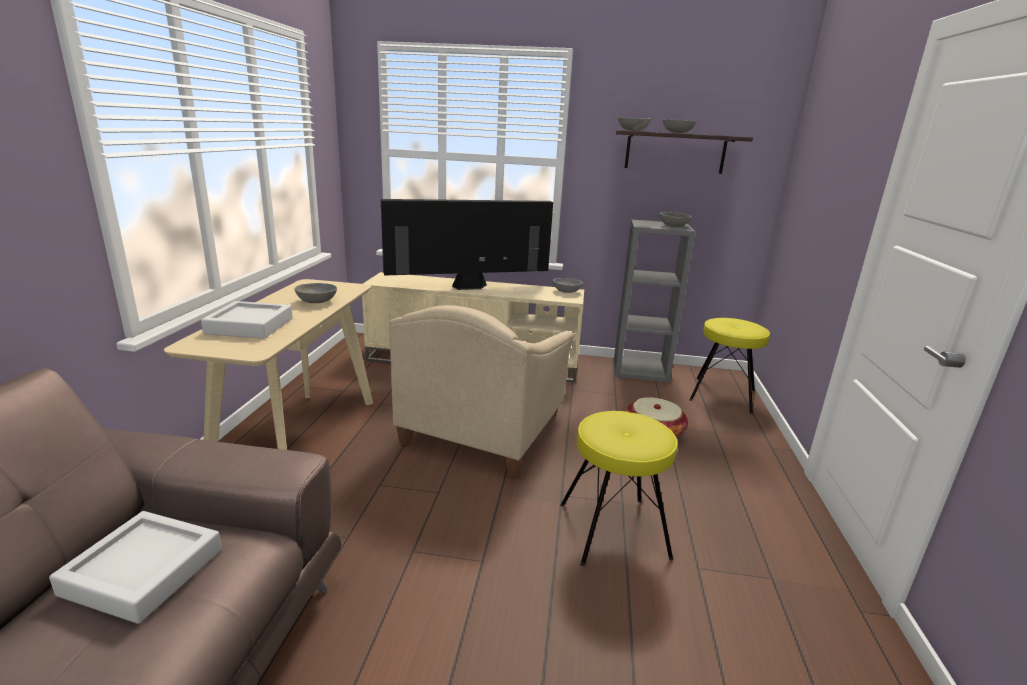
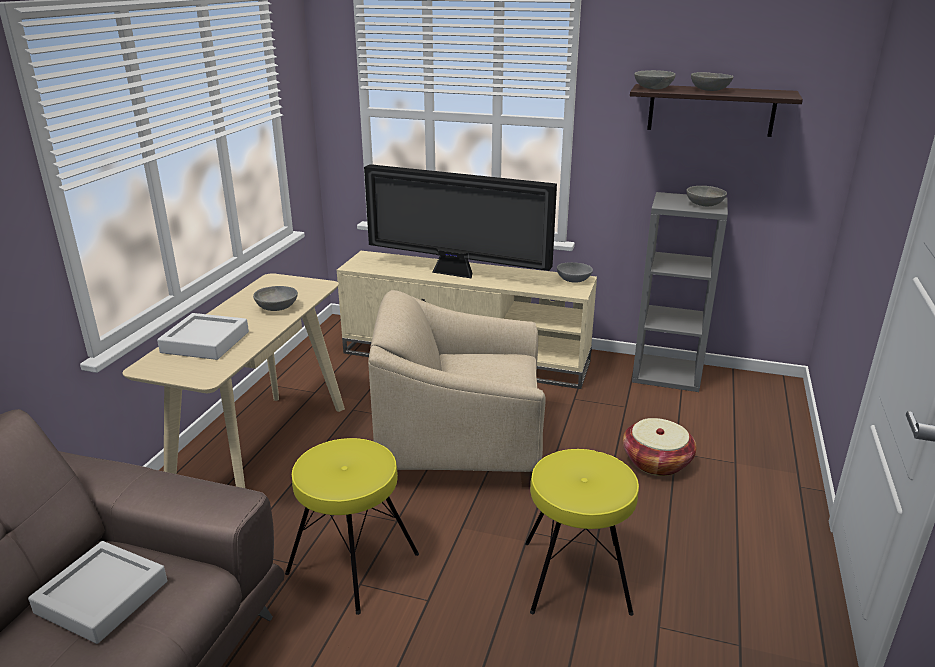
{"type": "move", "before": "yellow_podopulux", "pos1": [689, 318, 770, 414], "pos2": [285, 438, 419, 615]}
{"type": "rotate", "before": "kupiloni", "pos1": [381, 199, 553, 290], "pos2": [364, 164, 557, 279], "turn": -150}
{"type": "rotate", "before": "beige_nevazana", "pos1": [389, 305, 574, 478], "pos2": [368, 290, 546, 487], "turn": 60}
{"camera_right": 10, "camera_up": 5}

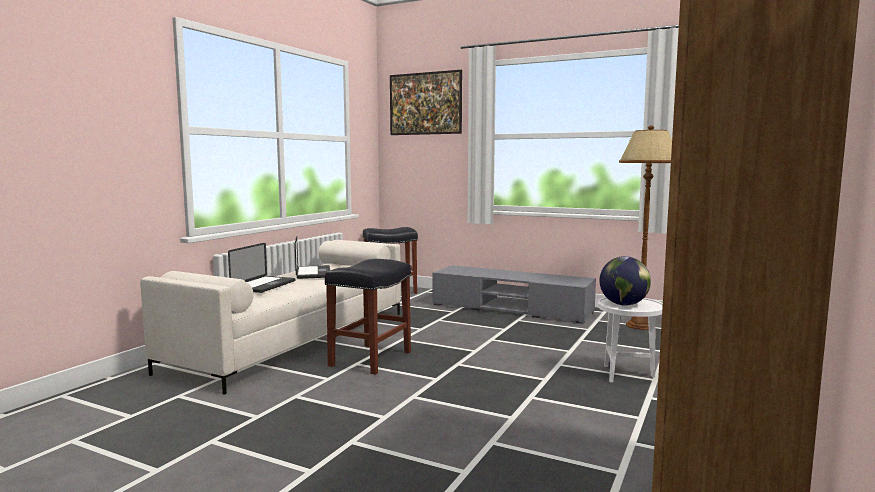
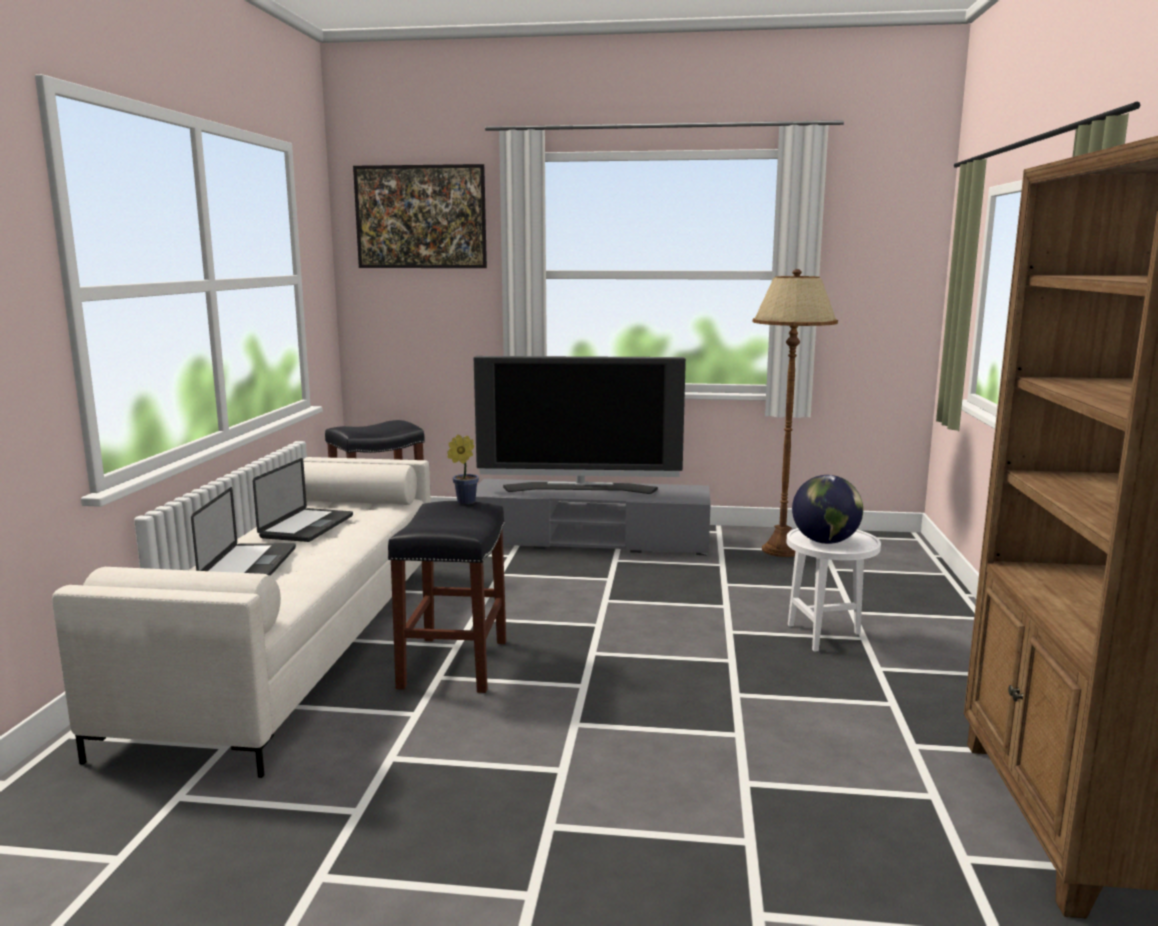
{"type": "rotate", "before": "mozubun", "pos1": [295, 236, 330, 279], "pos2": [253, 458, 353, 542], "turn": 45}
{"type": "insert", "after": "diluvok", "pos2": [447, 435, 479, 505]}
{"type": "insert", "after": "kupiloni", "pos2": [474, 356, 686, 494]}
{"camera_right": -20, "camera_up": 5}

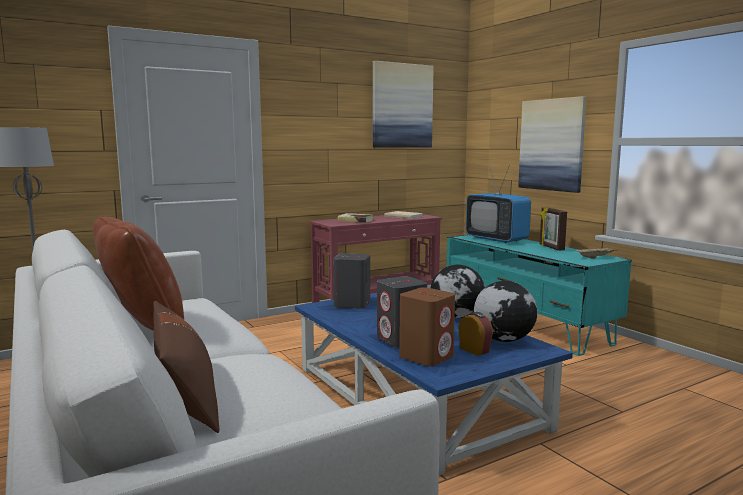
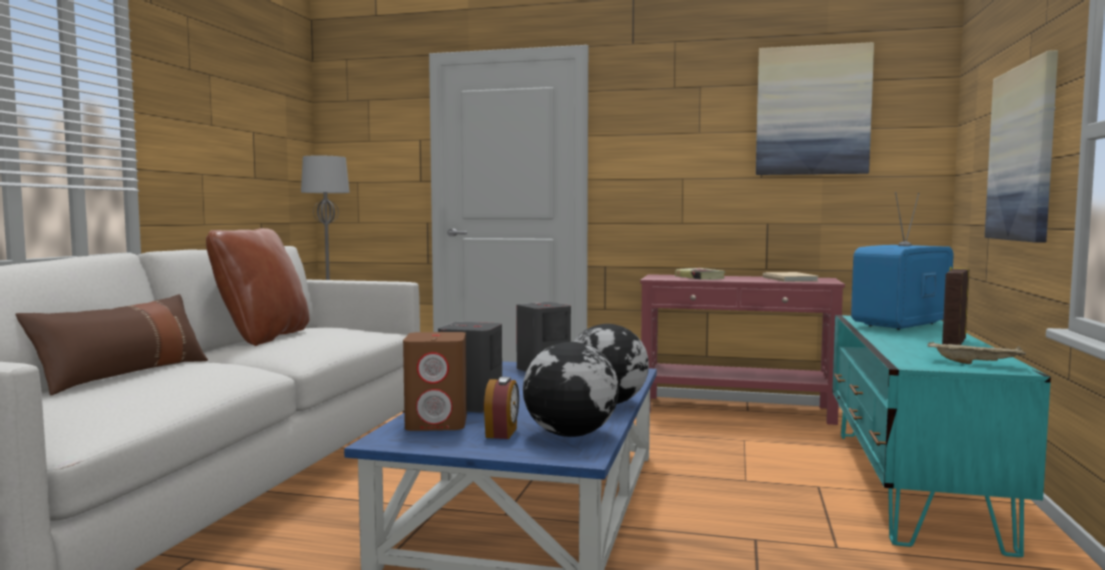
{"type": "rotate", "before": "kupiloni", "pos1": [466, 164, 531, 243], "pos2": [851, 192, 954, 330], "turn": 45}
{"camera_right": 45, "camera_up": -5}

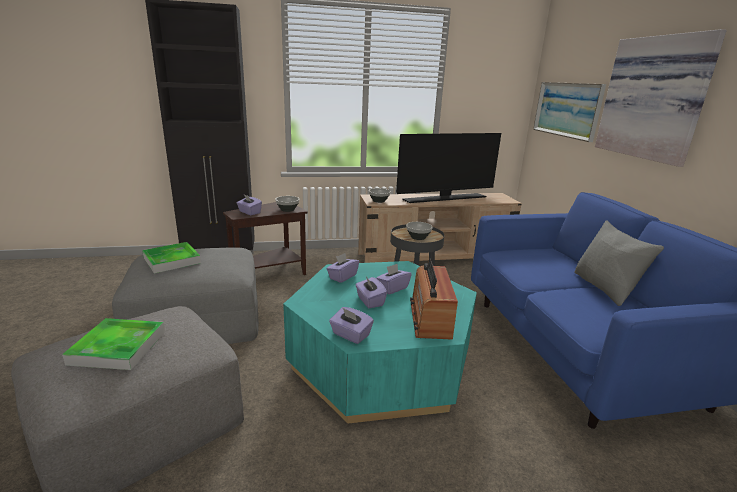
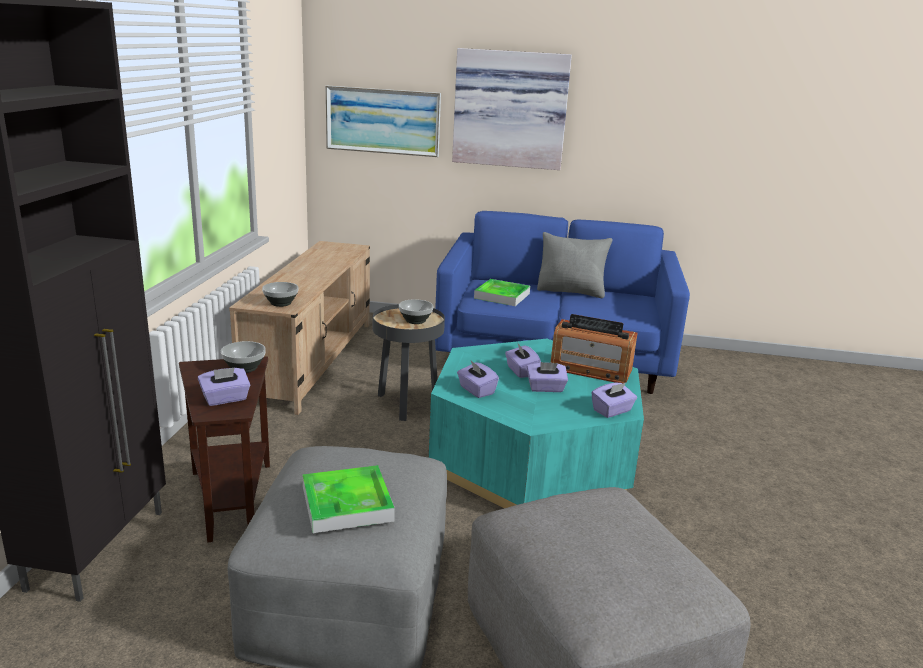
{"type": "move", "before": "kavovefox", "pos1": [62, 318, 165, 370], "pos2": [474, 279, 530, 306]}
{"type": "delete", "before": "kupiloni", "pos1": [396, 133, 501, 203]}
{"camera_right": -70, "camera_up": 0}

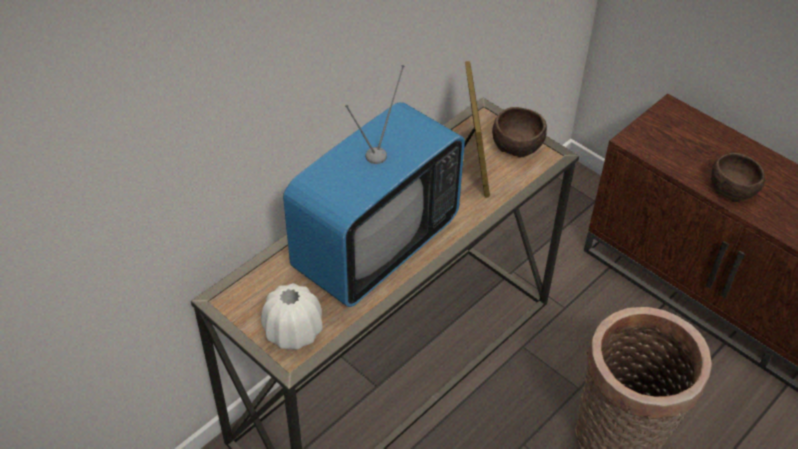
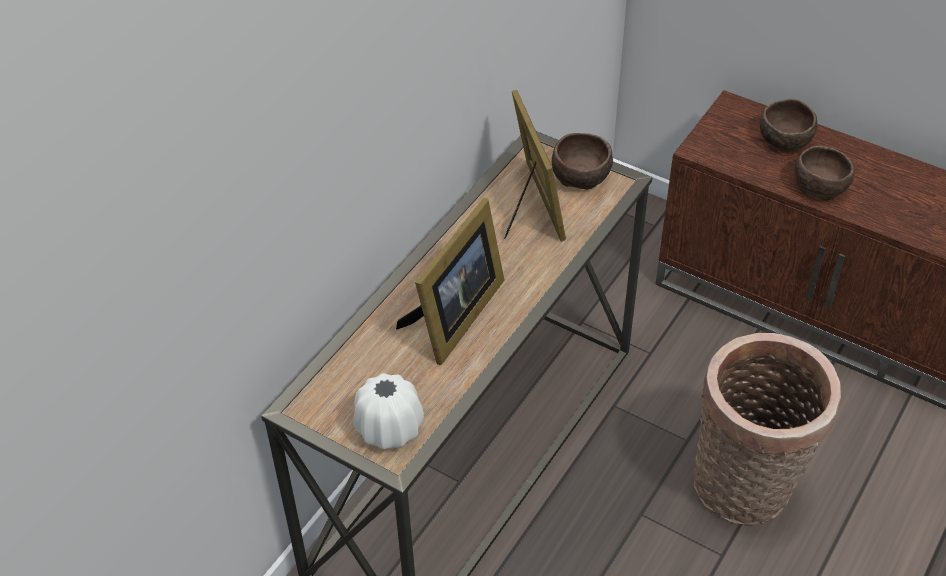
{"type": "replace", "before": "kupiloni", "after": "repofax", "pos1": [283, 65, 465, 307], "pos2": [396, 198, 504, 365]}
{"type": "insert", "after": "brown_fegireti", "pos2": [760, 99, 817, 152]}
{"camera_right": -10, "camera_up": 0}

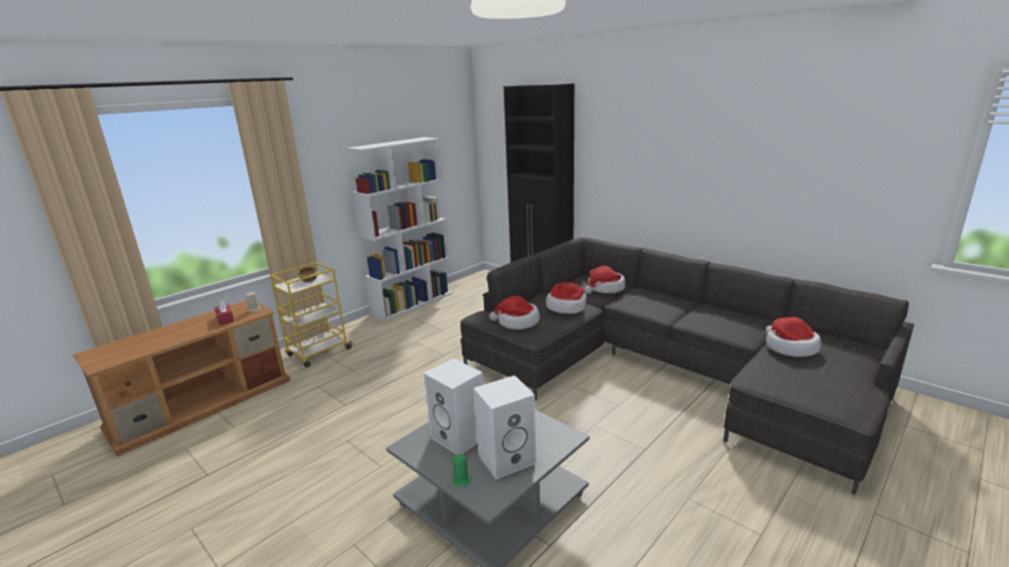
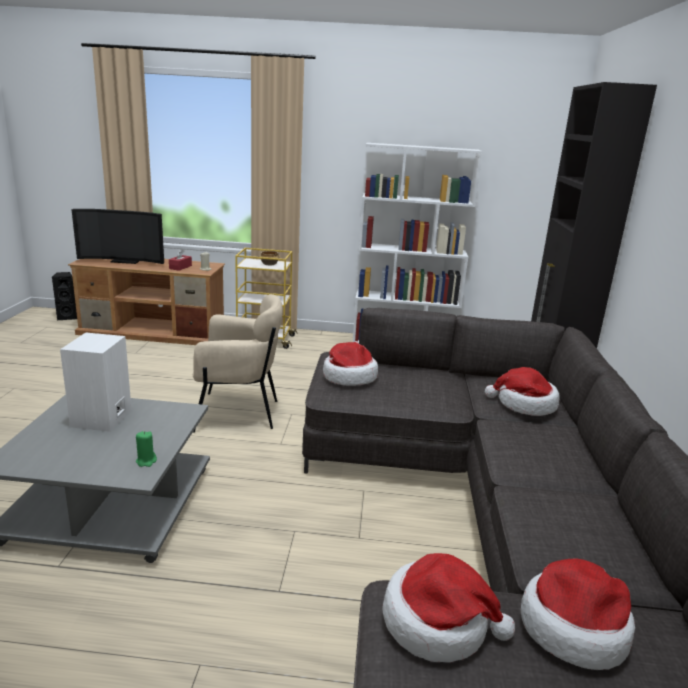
{"type": "insert", "after": "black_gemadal", "pos2": [52, 272, 77, 320]}
{"type": "insert", "after": "kupiloni", "pos2": [71, 209, 164, 264]}
{"type": "move", "before": "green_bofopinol", "pos1": [451, 454, 472, 486], "pos2": [136, 431, 157, 467]}
{"type": "insert", "after": "beige_nevazana", "pos2": [193, 294, 283, 433]}
{"type": "move", "before": "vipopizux", "pos1": [546, 282, 587, 314], "pos2": [383, 553, 515, 662]}
{"type": "delete", "before": "white_gemadal", "pos1": [473, 375, 537, 479]}
{"camera_right": 50, "camera_up": 0}

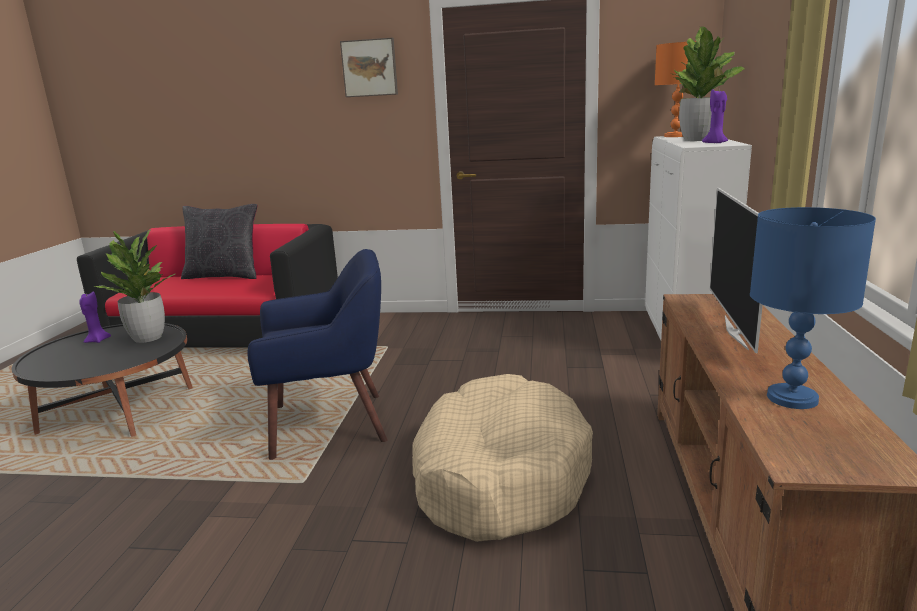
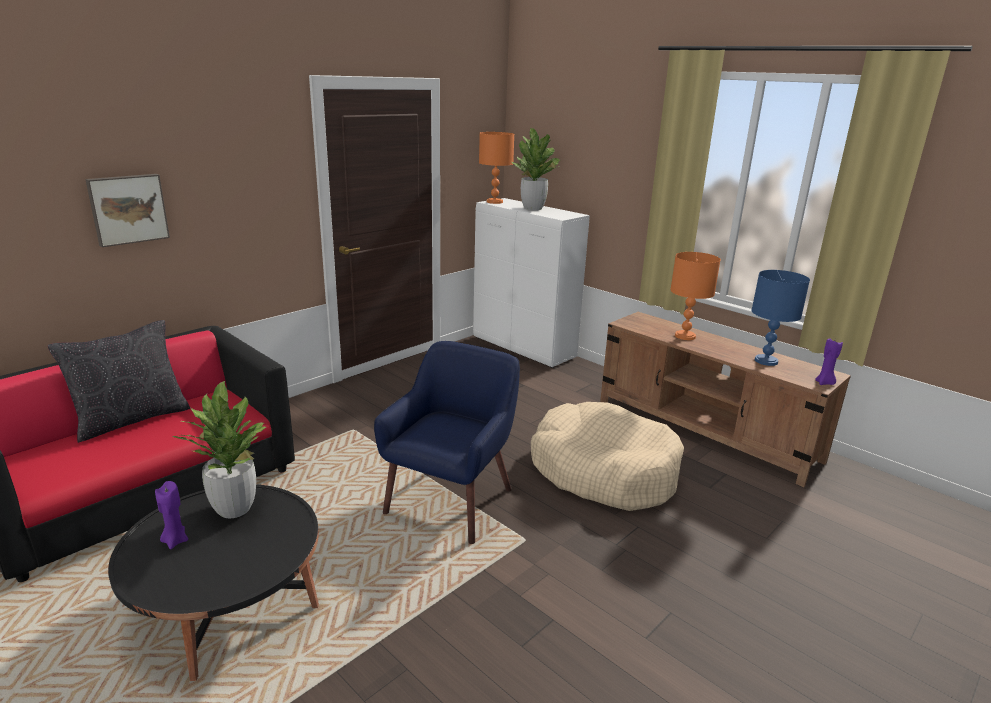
{"type": "move", "before": "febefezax", "pos1": [340, 38, 398, 97], "pos2": [85, 174, 170, 247]}
{"type": "replace", "before": "kupiloni", "after": "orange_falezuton", "pos1": [710, 188, 763, 353], "pos2": [670, 252, 721, 340]}
{"type": "move", "before": "purple_bofopinol", "pos1": [702, 88, 728, 143], "pos2": [816, 338, 843, 385]}
{"camera_right": -55, "camera_up": 5}

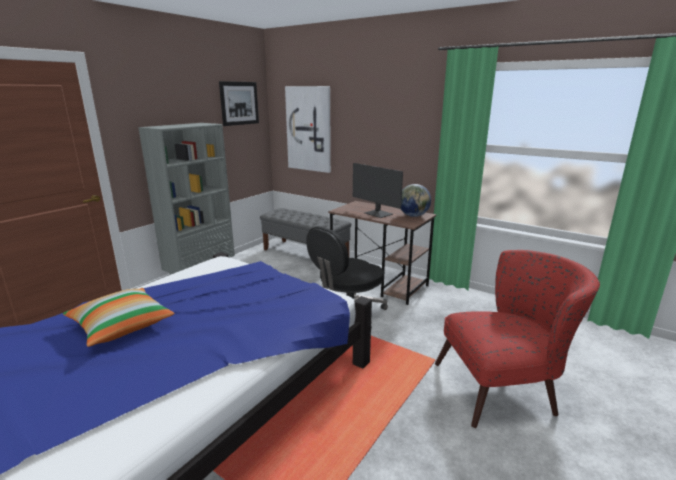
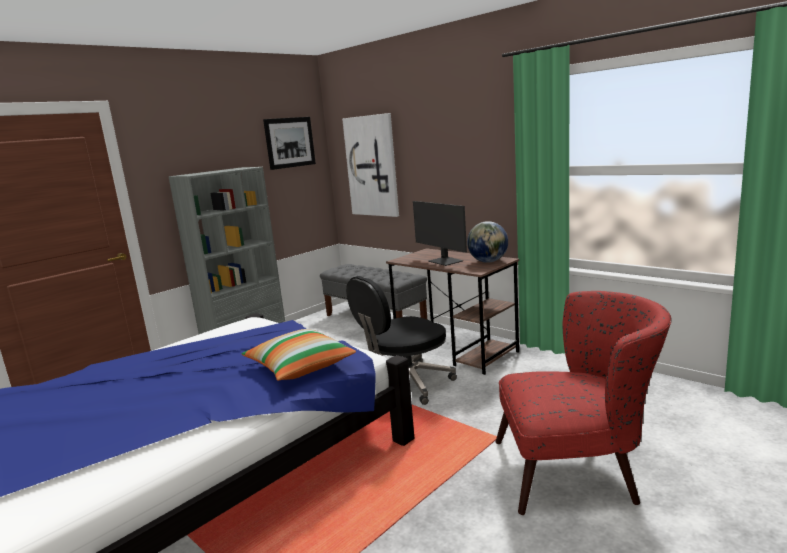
{"type": "move", "before": "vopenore", "pos1": [63, 288, 174, 347], "pos2": [241, 329, 356, 381]}
{"camera_right": 10, "camera_up": -5}

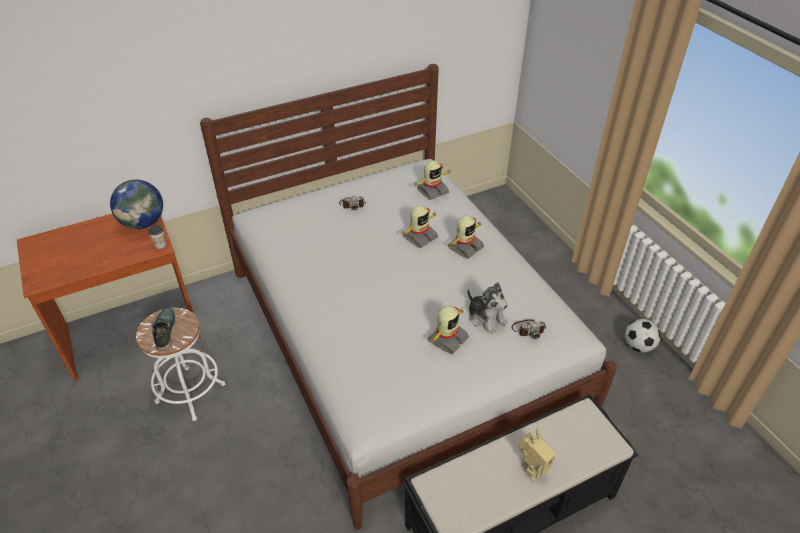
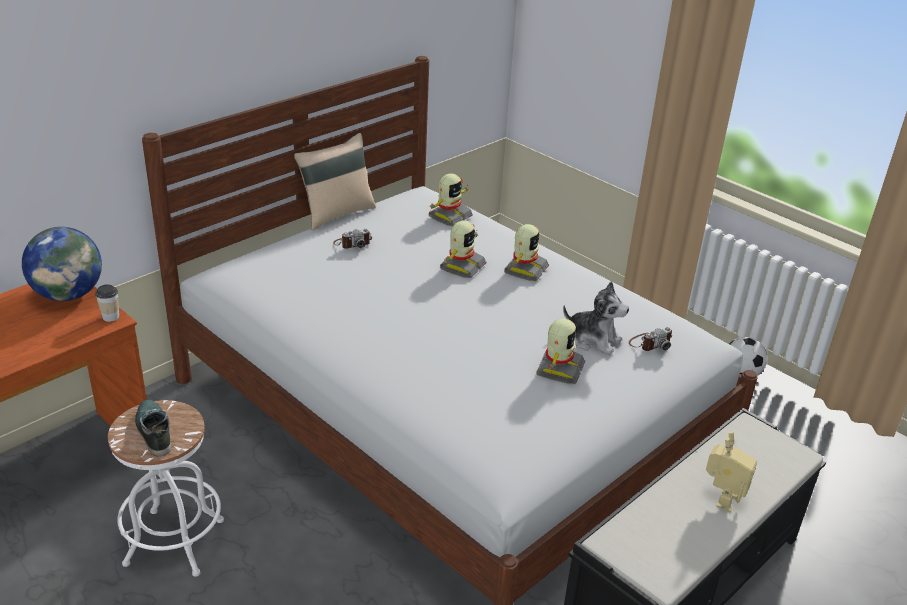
{"type": "insert", "after": "beige_vopenore", "pos2": [294, 133, 376, 231]}
{"camera_right": -20, "camera_up": -10}

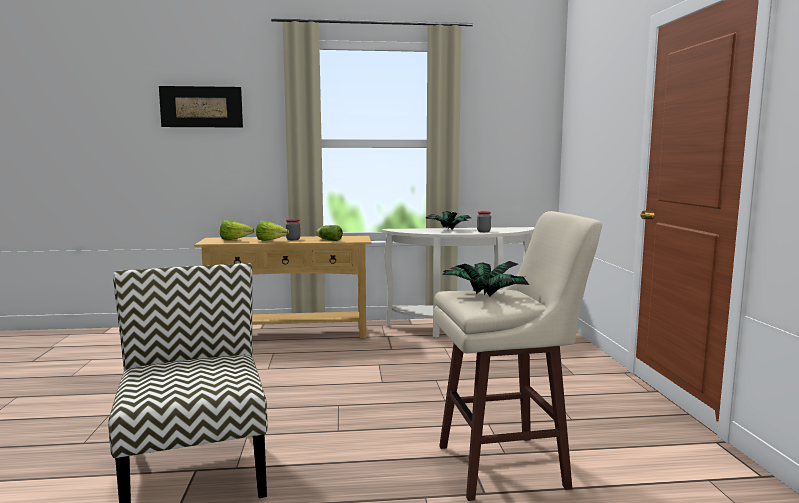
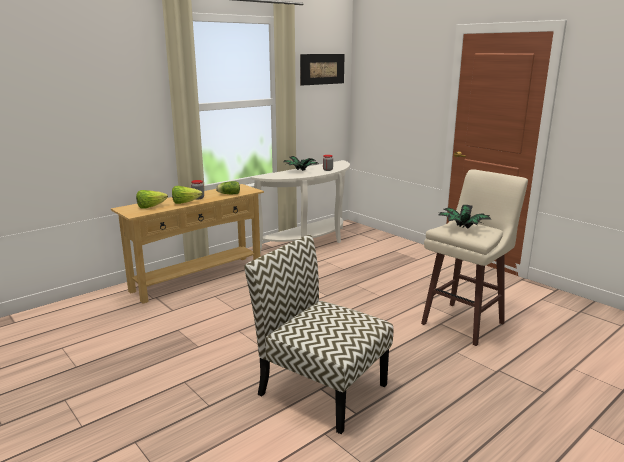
{"type": "move", "before": "febefezax", "pos1": [159, 86, 243, 128], "pos2": [300, 54, 345, 86]}
{"camera_right": -35, "camera_up": 10}

